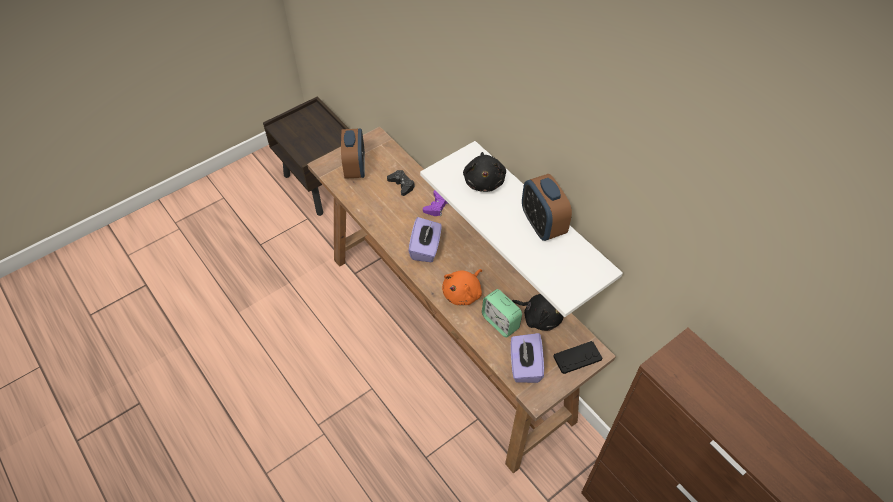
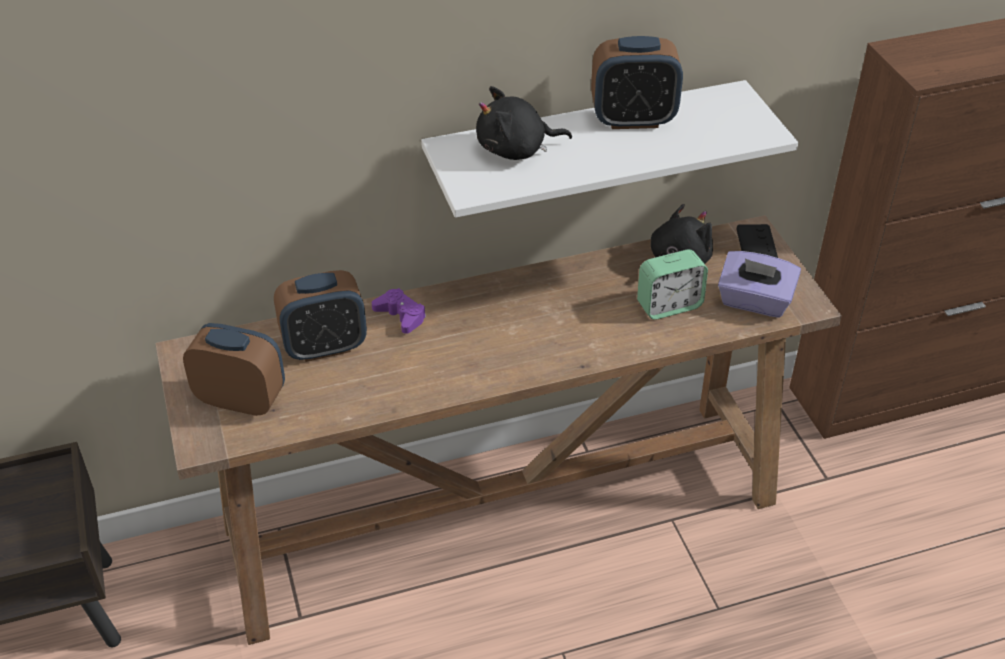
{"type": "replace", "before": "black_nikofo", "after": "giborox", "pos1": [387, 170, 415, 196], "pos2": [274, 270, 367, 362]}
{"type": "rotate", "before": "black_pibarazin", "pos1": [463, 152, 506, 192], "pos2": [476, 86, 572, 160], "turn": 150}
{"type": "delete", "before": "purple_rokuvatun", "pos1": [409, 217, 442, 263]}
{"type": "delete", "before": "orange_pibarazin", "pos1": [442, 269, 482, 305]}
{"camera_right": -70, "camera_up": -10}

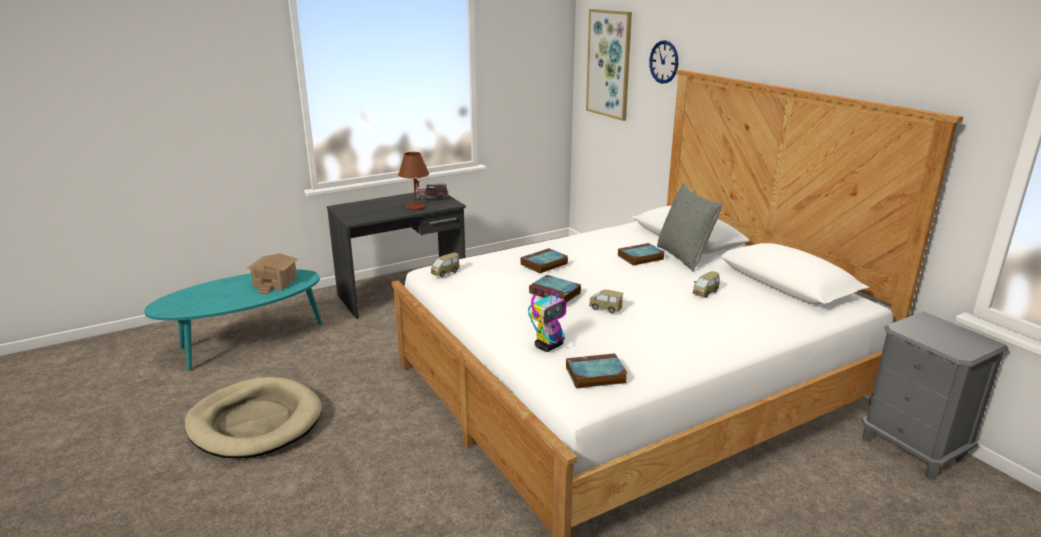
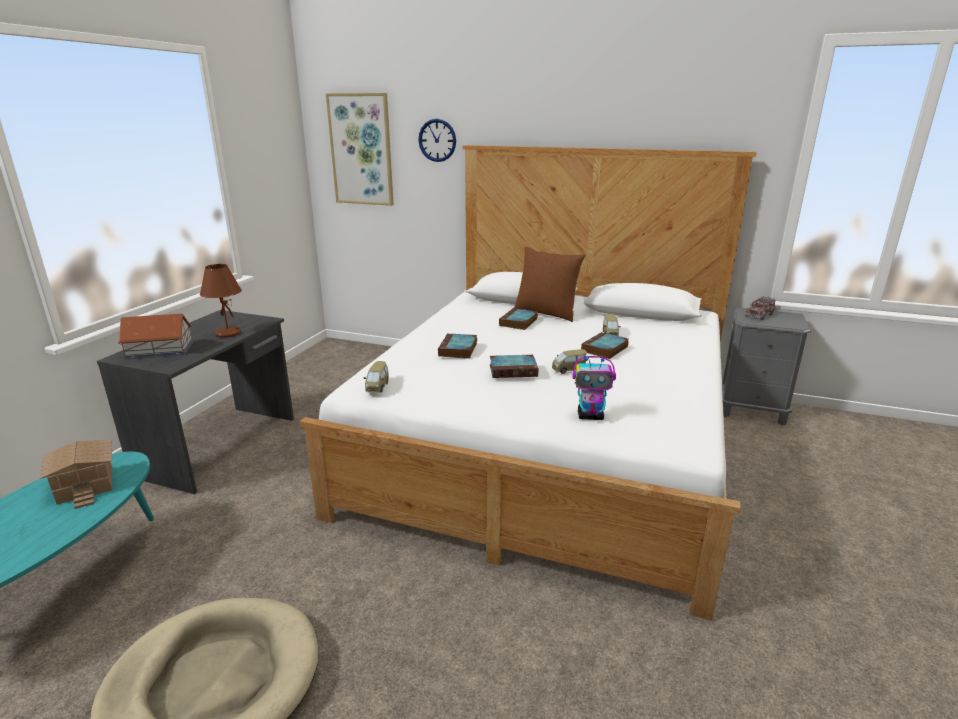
{"type": "insert", "after": "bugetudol", "pos2": [118, 314, 193, 359]}
{"type": "recolor", "before": "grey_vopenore", "after": "brown_vopenore", "pos1": [657, 184, 723, 271], "pos2": [514, 247, 586, 322]}
{"type": "rotate", "before": "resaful", "pos1": [528, 289, 570, 352], "pos2": [572, 356, 616, 420], "turn": 90}
{"type": "move", "before": "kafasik", "pos1": [566, 353, 628, 389], "pos2": [581, 332, 629, 359]}
{"type": "move", "before": "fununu", "pos1": [416, 184, 448, 200], "pos2": [745, 296, 776, 320]}
{"camera_right": -40, "camera_up": 0}

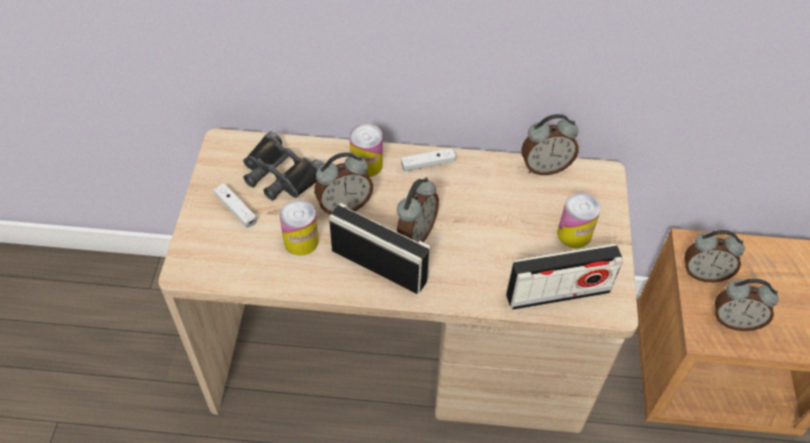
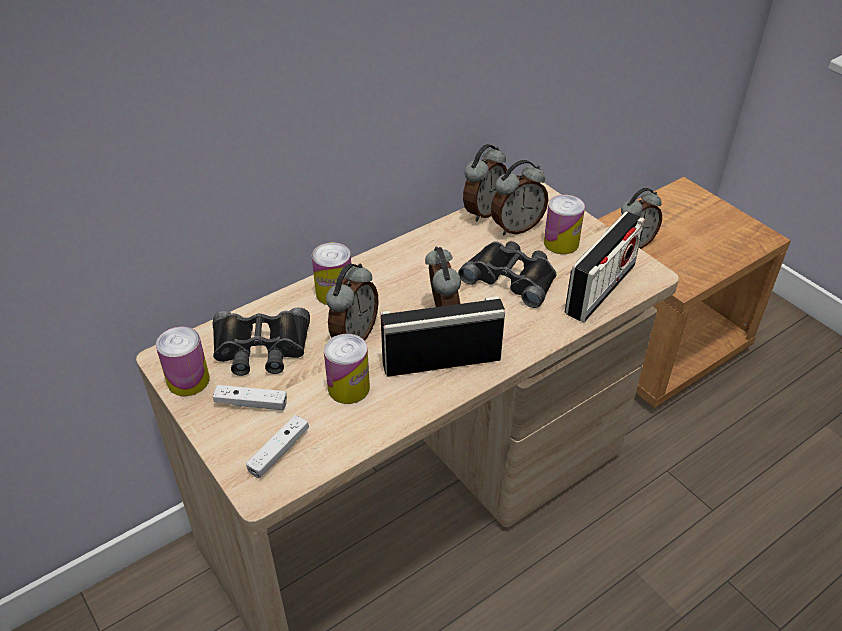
{"type": "insert", "after": "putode", "pos2": [156, 327, 210, 396]}
{"type": "move", "before": "white_nikofo", "pos1": [401, 148, 456, 172], "pos2": [246, 415, 309, 478]}
{"type": "insert", "after": "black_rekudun", "pos2": [458, 241, 556, 308]}
{"type": "move", "before": "giborox", "pos1": [715, 279, 779, 331], "pos2": [491, 160, 548, 235]}
{"camera_right": -40, "camera_up": -10}

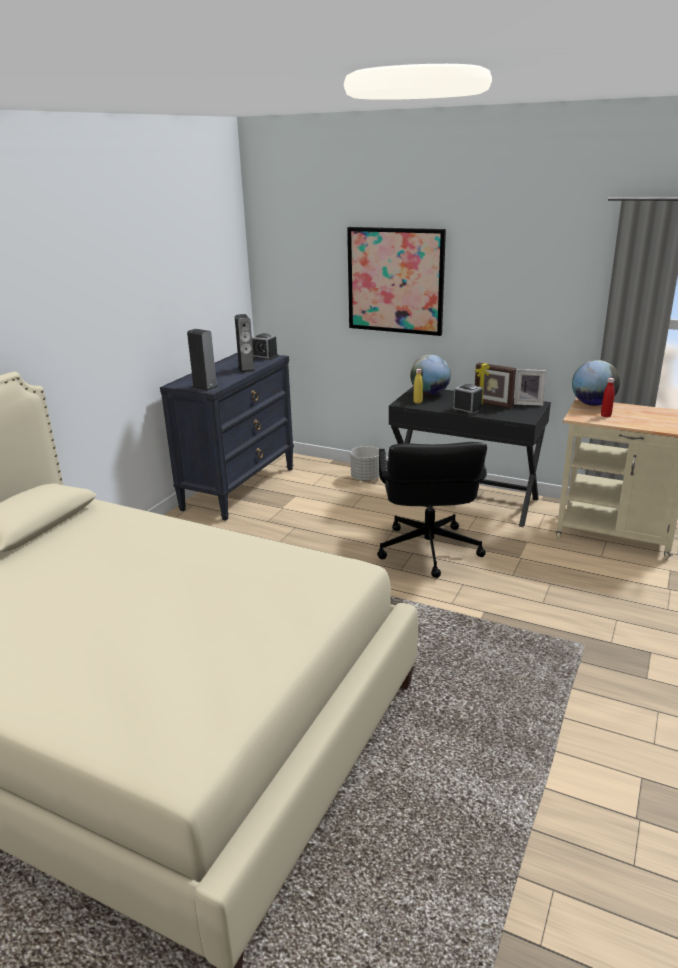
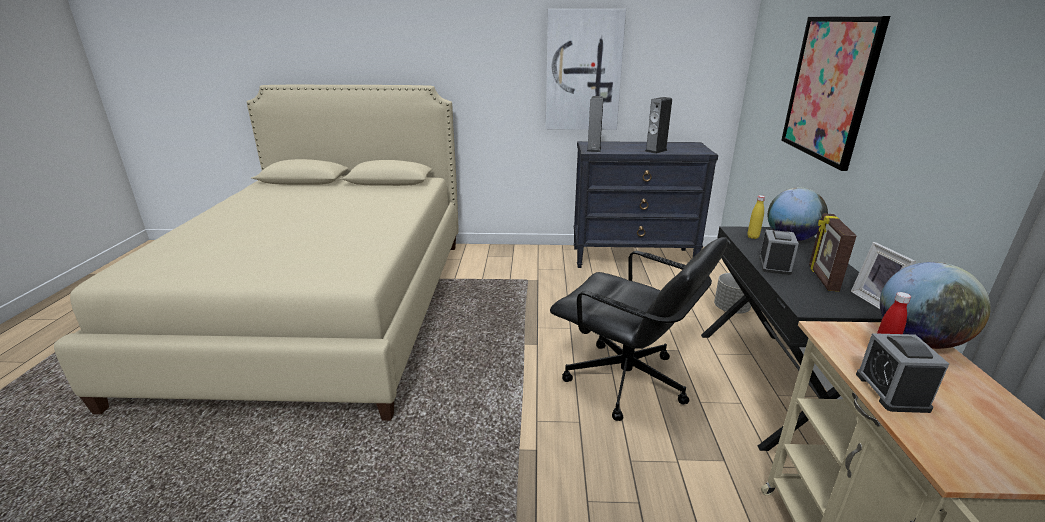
{"type": "insert", "after": "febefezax", "pos2": [545, 9, 626, 130]}
{"type": "rotate", "before": "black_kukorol", "pos1": [377, 442, 487, 578], "pos2": [550, 237, 727, 421], "turn": -120}
{"type": "move", "before": "giborox", "pos1": [252, 333, 278, 360], "pos2": [856, 333, 949, 413]}
{"camera_right": 65, "camera_up": 0}

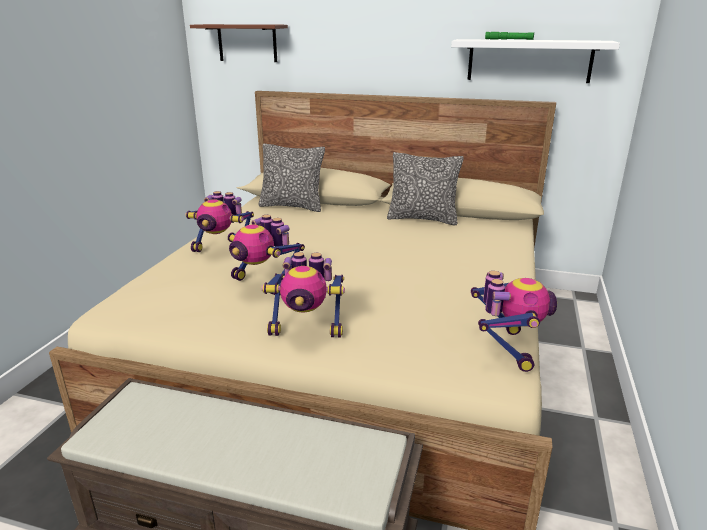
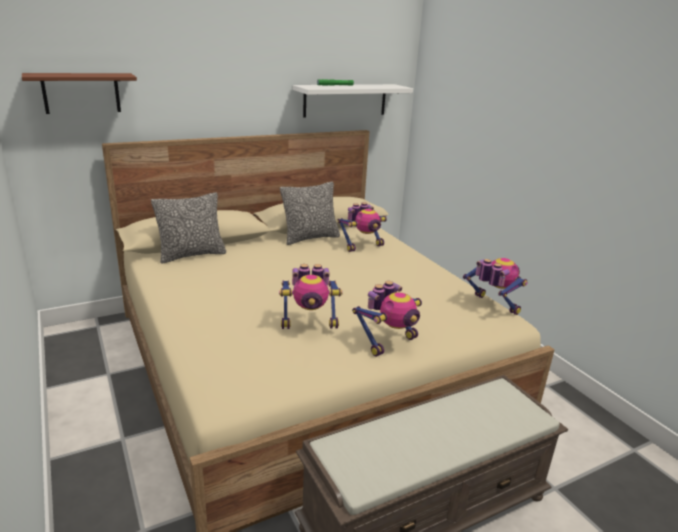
{"type": "move", "before": "resaful", "pos1": [185, 191, 254, 252], "pos2": [337, 202, 387, 252]}
{"camera_right": -45, "camera_up": 0}

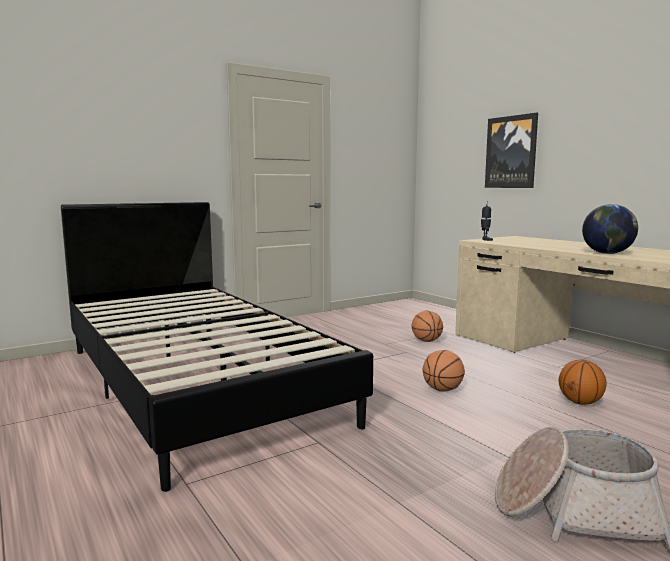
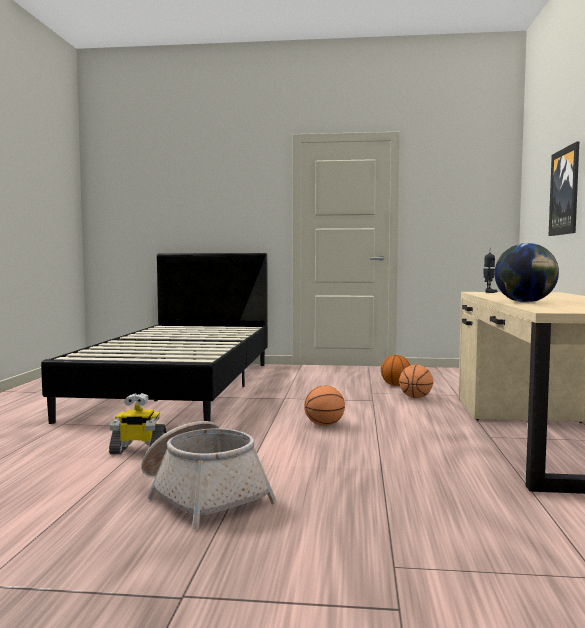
{"type": "insert", "after": "resaful", "pos2": [109, 393, 167, 454]}
{"type": "move", "before": "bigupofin", "pos1": [559, 359, 607, 405], "pos2": [381, 355, 411, 386]}
{"camera_right": 40, "camera_up": -5}

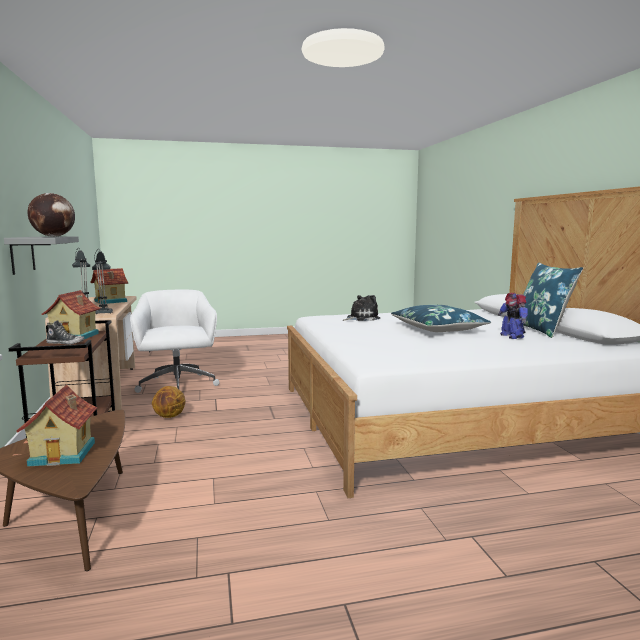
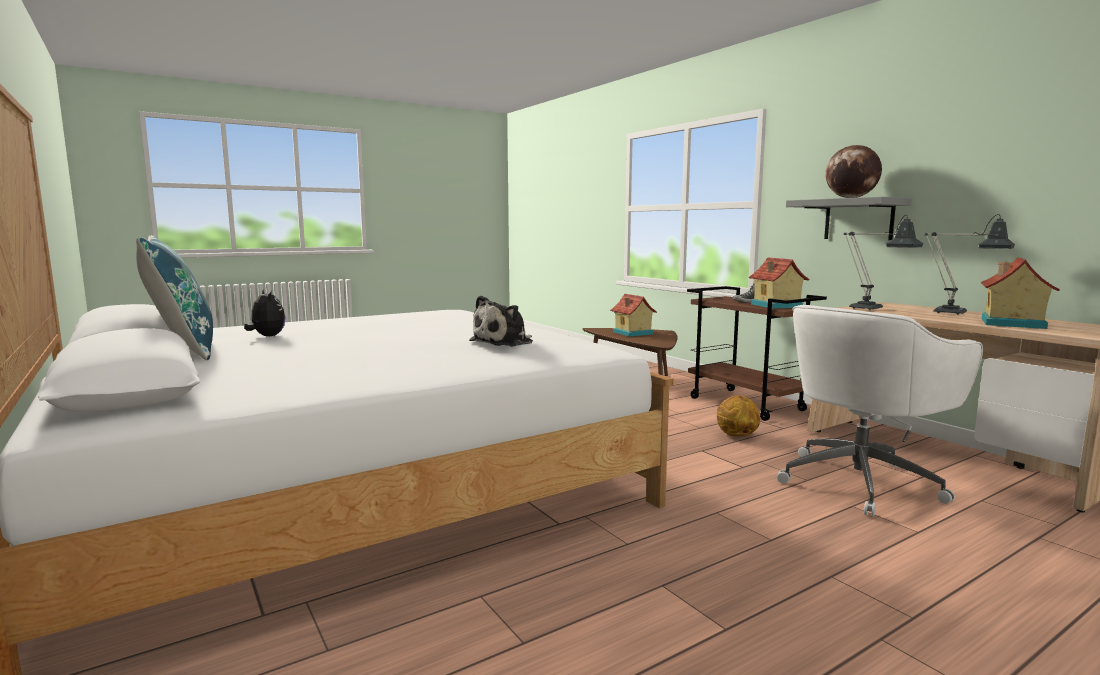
{"type": "replace", "before": "resaful", "after": "pibarazin", "pos1": [498, 293, 528, 339], "pos2": [244, 289, 285, 336]}
{"type": "rotate", "before": "white_kukorol", "pos1": [130, 289, 219, 393], "pos2": [777, 305, 983, 517], "turn": 90}
{"type": "delete", "before": "blue_vopenore", "pos1": [391, 305, 491, 332]}
{"camera_right": 160, "camera_up": 0}

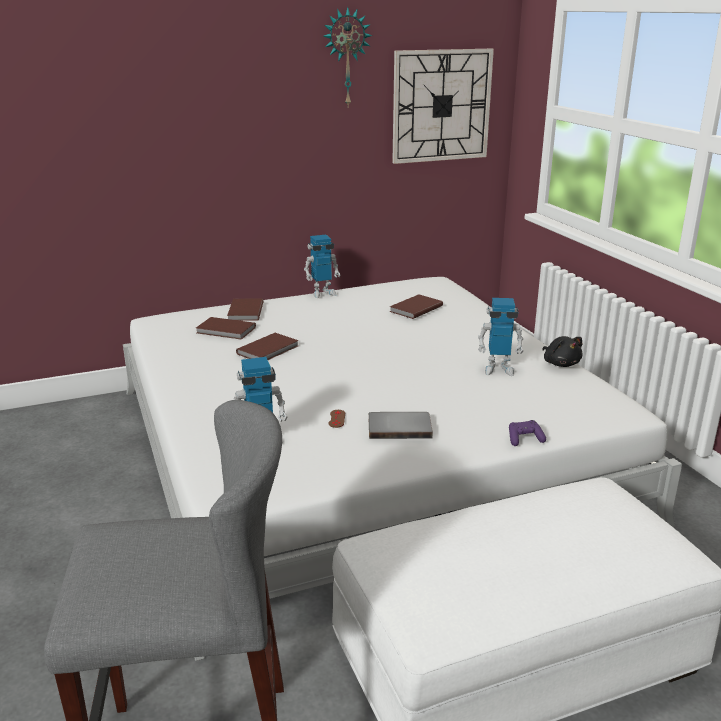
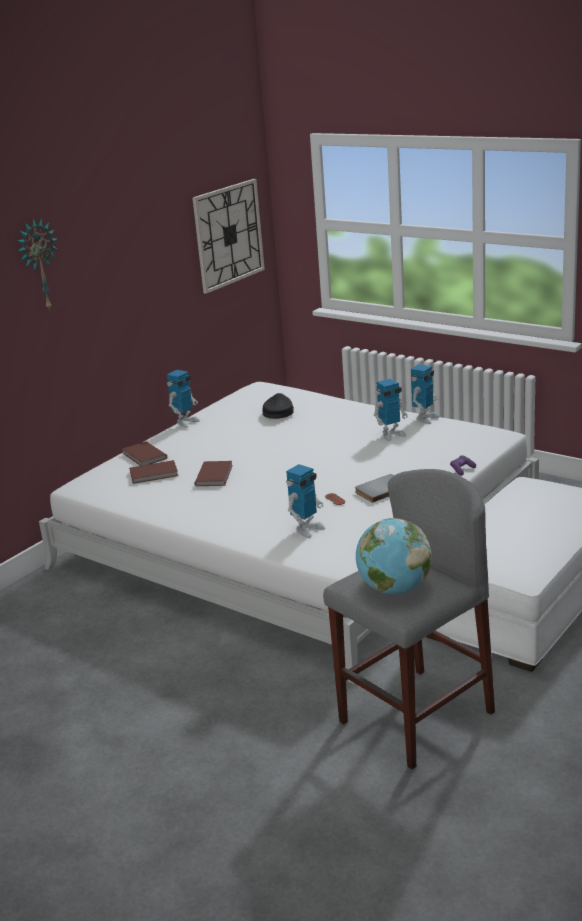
{"type": "move", "before": "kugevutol", "pos1": [323, 7, 372, 106], "pos2": [17, 218, 57, 311]}
{"type": "replace", "before": "brown_kafasik", "after": "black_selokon", "pos1": [389, 294, 443, 319], "pos2": [262, 393, 294, 419]}
{"type": "insert", "after": "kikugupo", "pos2": [356, 518, 432, 594]}
{"type": "replace", "before": "black_pibarazin", "after": "resaful", "pos1": [542, 336, 583, 367], "pos2": [411, 364, 440, 424]}
{"camera_right": -30, "camera_up": 0}

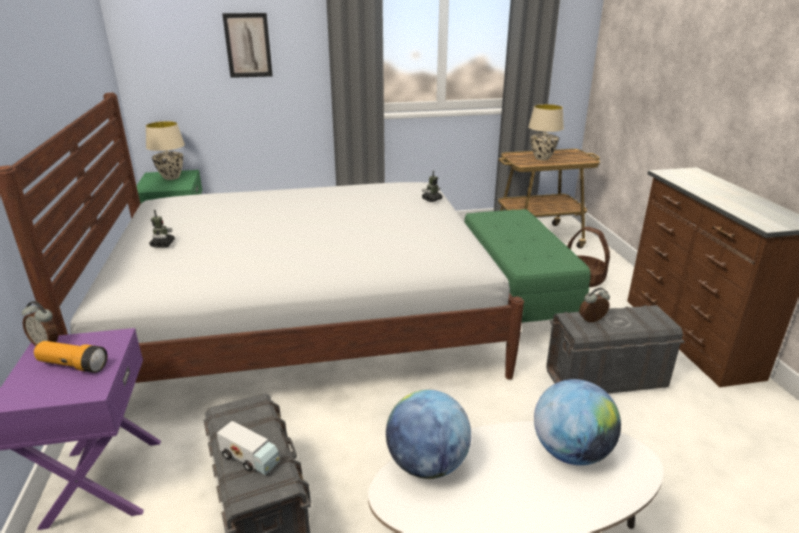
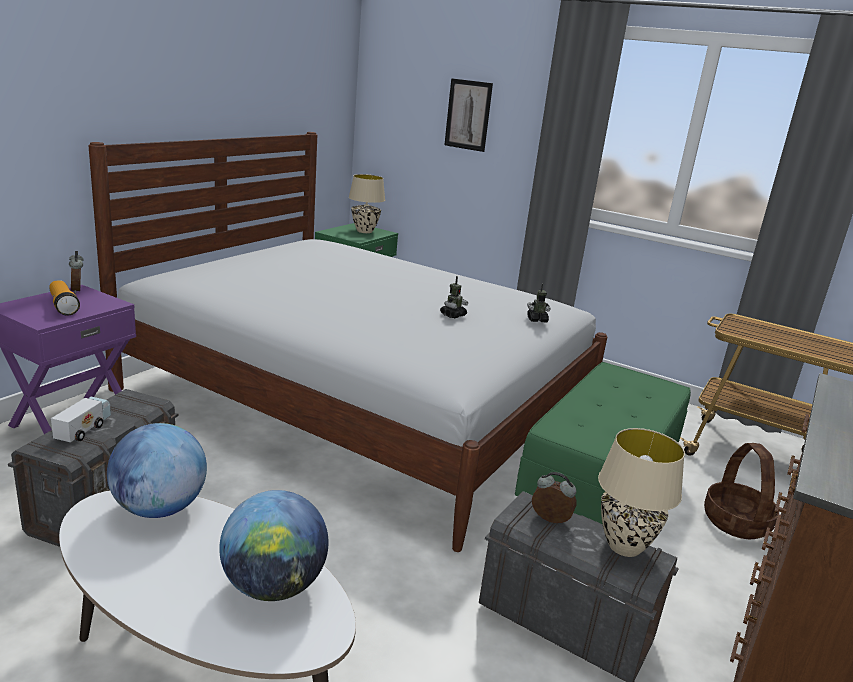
{"type": "rotate", "before": "fununu", "pos1": [217, 421, 280, 475], "pos2": [51, 397, 111, 442], "turn": -150}
{"type": "move", "before": "resaful", "pos1": [149, 210, 175, 248], "pos2": [440, 276, 468, 318]}
{"type": "move", "before": "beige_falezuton", "pos1": [528, 104, 564, 160], "pos2": [598, 428, 685, 557]}
{"camera_right": 40, "camera_up": -5}

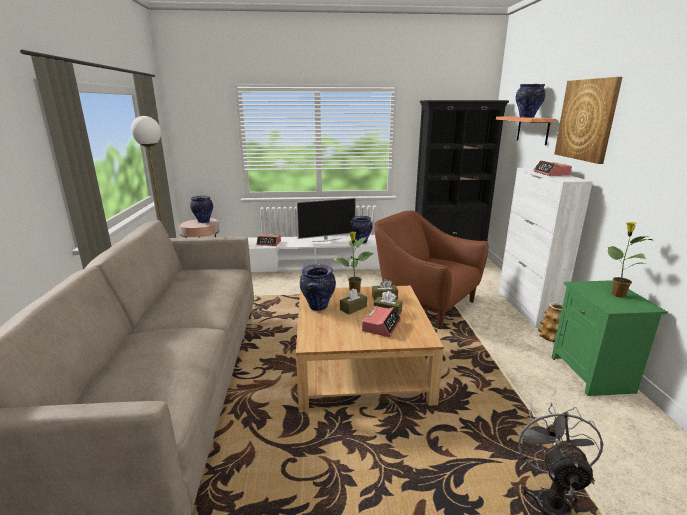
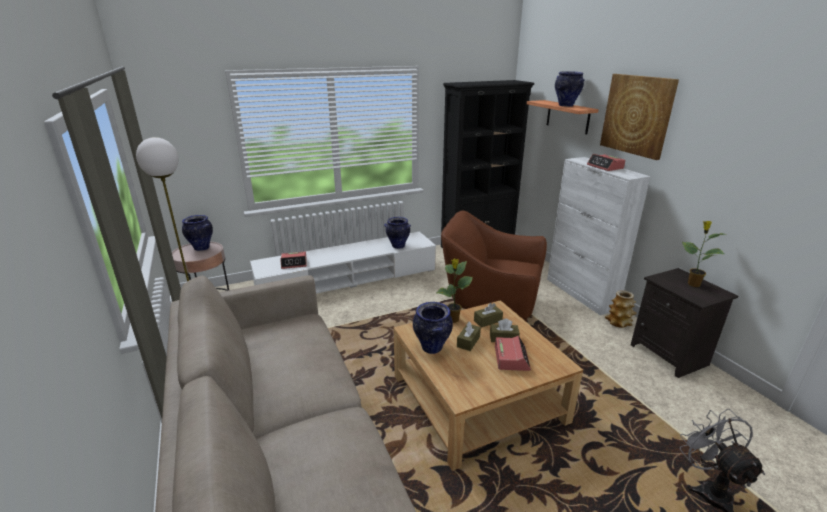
{"type": "recolor", "before": "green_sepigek", "after": "black_sepigek", "pos1": [551, 280, 668, 396], "pos2": [631, 268, 738, 378]}
{"type": "delete", "before": "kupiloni", "pos1": [296, 198, 356, 242]}
{"camera_right": -20, "camera_up": 5}

